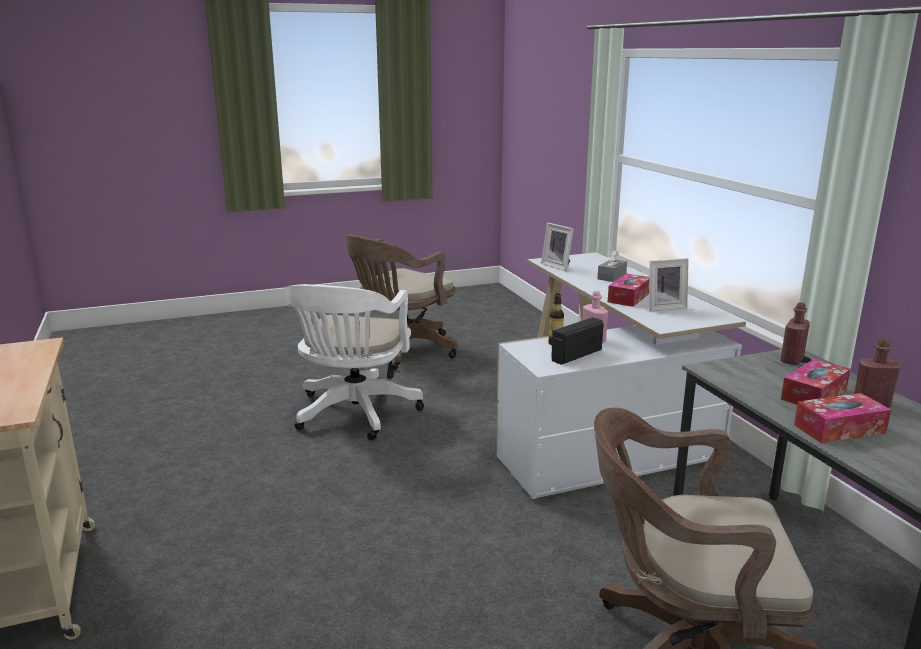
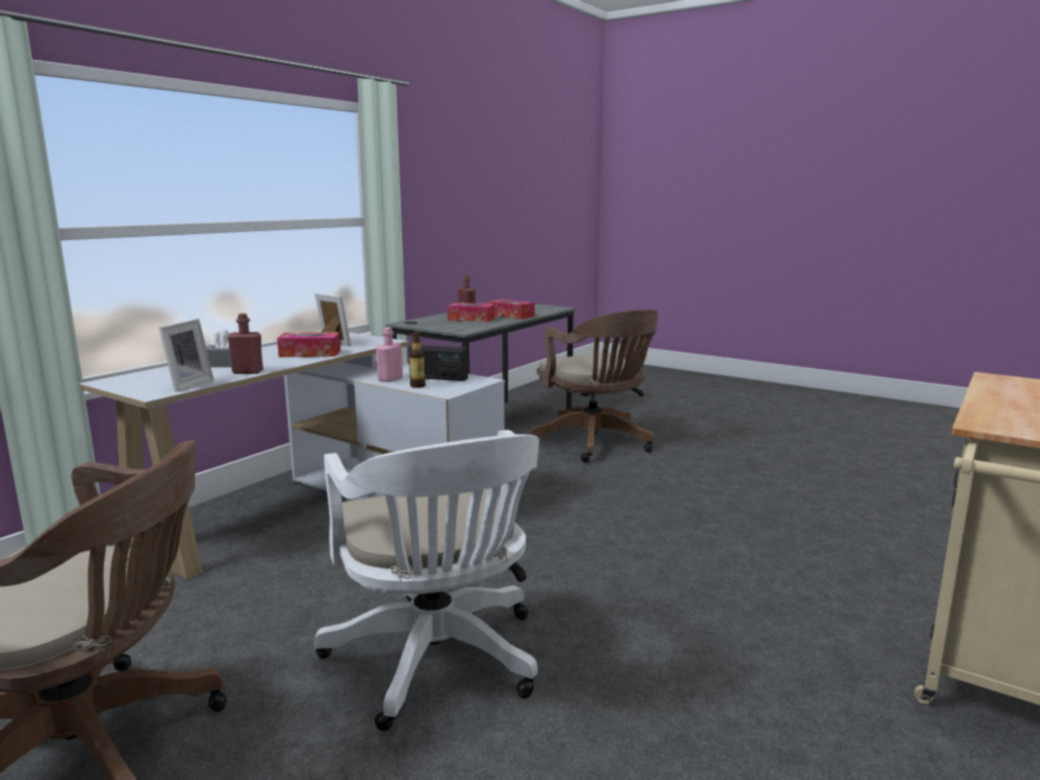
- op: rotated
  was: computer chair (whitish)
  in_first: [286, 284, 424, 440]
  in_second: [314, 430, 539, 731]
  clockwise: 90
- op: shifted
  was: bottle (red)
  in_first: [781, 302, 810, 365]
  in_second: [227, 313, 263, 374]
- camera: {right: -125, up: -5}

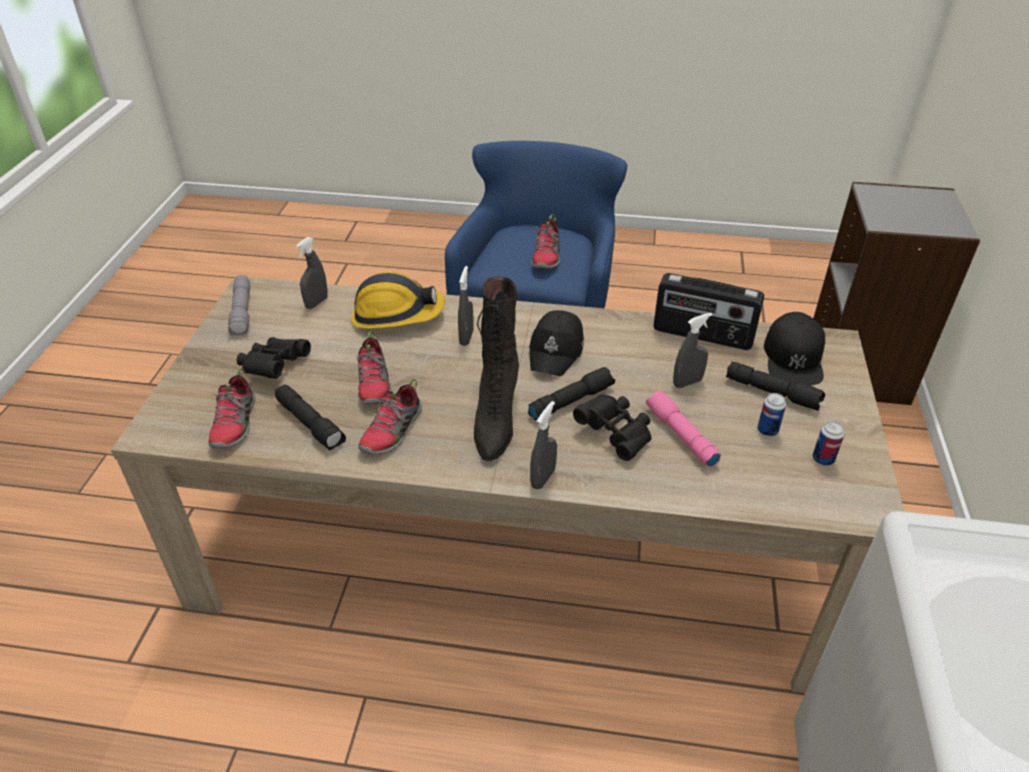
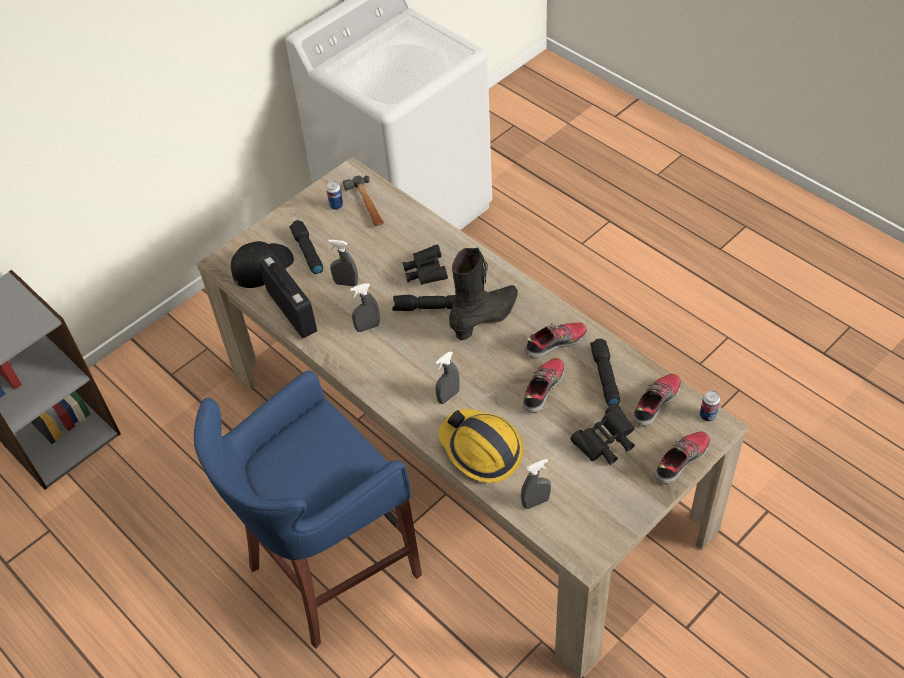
- op: gone
  was: torch (gray)
  in_first: [228, 275, 250, 335]
- op: gone
  was: baseball cap (black)
  in_first: [529, 310, 584, 376]
- op: shifted
  was: hand sprayer (gray)
  in_first: [530, 401, 557, 489]
  in_second: [350, 283, 380, 332]
- op: shifted
  was: item of footwear
  in_first: [531, 214, 560, 269]
  in_second: [654, 432, 710, 484]
- op: gone
  was: torch (pink-coloured)
  in_first: [646, 391, 721, 467]
- op: shifted
  was: sealed can
  in_first: [757, 393, 786, 436]
  in_second: [700, 390, 720, 422]
- op: new
  now: tool hammer
  in_second: [343, 176, 384, 226]
- camera: {right: -140, up: 10}

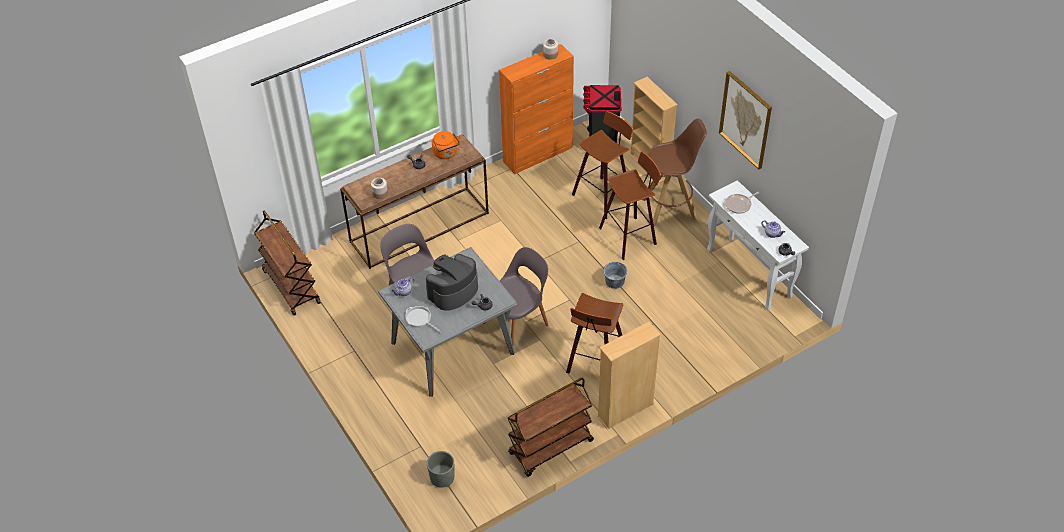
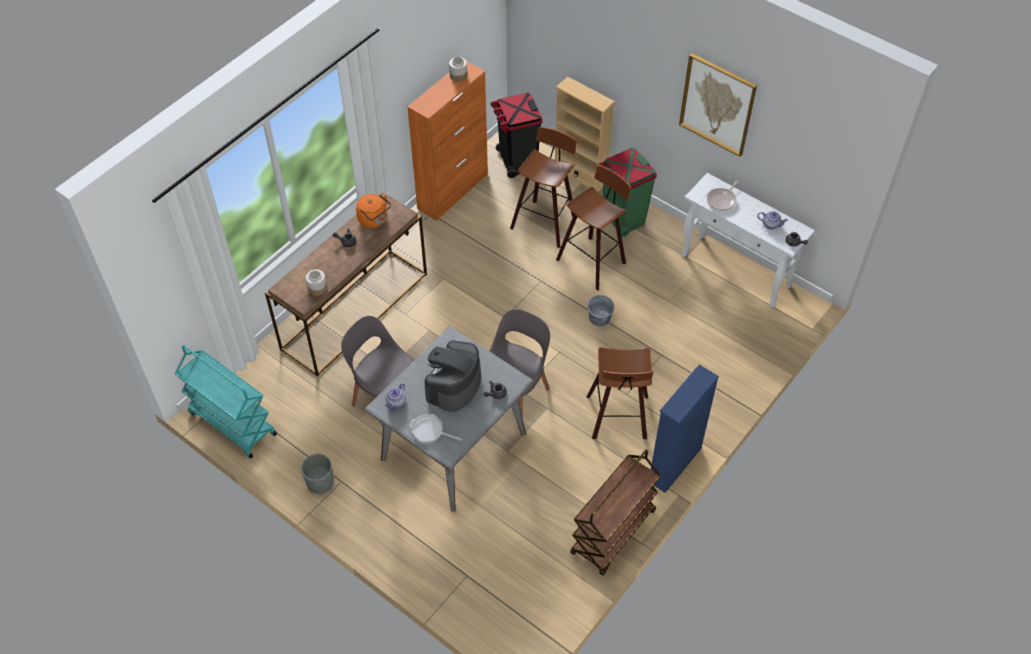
- op: repainted
  was: cart (brownish)
  now: cart (turquoise)
  in_first: [254, 210, 321, 316]
  in_second: [175, 345, 277, 459]
- op: shifted
  was: flower pot (gray)
  in_first: [427, 451, 454, 488]
  in_second: [301, 454, 334, 494]
- op: repainted
  was: bookcase (beige-coloured)
  now: bookcase (blue-coloured)
  in_first: [596, 322, 661, 430]
  in_second: [651, 364, 719, 493]
- op: swapped
  was: stool seat (brownish)
  now: waste bin (green-coloured)
  in_first: [642, 118, 707, 226]
  in_second: [599, 148, 657, 237]
- camera: {right: -20, up: 5}

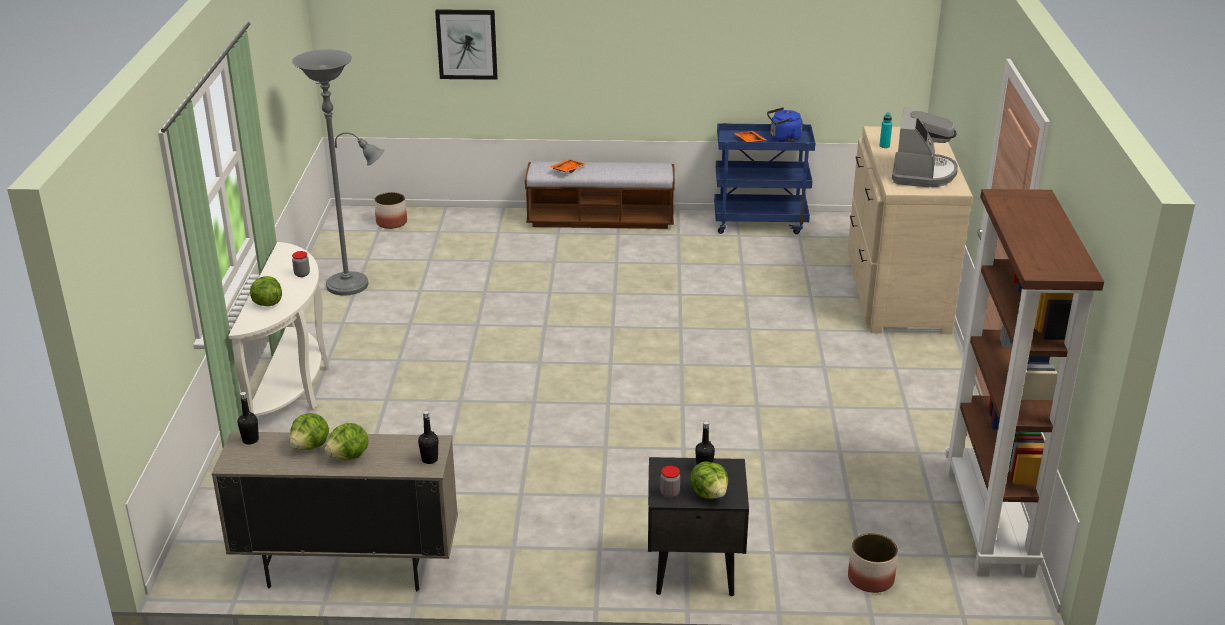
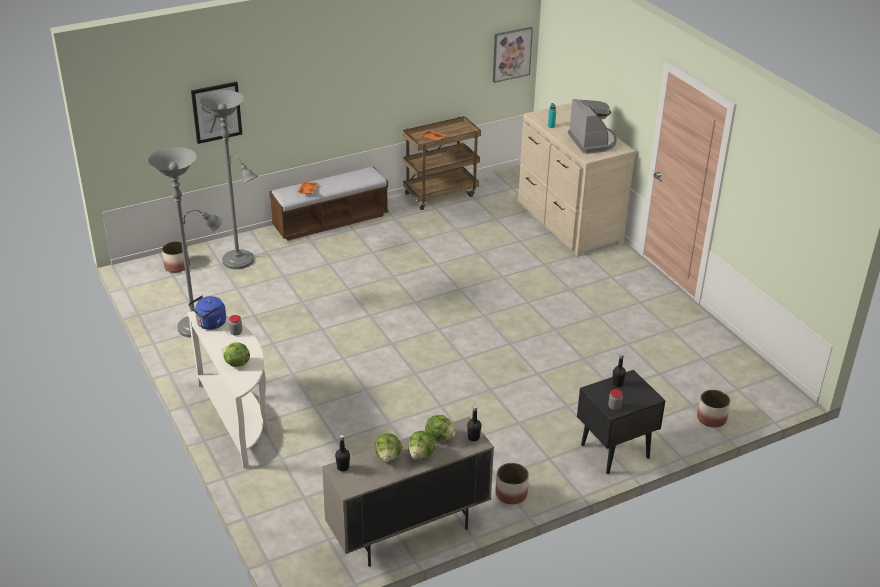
- op: shifted
  was: head of lettuce
  in_first: [690, 461, 729, 499]
  in_second: [425, 415, 455, 442]
- op: repainted
  was: cart (blue-coloured)
  now: cart (brownish)
  in_first: [714, 123, 815, 234]
  in_second: [403, 116, 481, 210]
- op: shifted
  was: kettle (blue-coloured)
  in_first: [767, 107, 803, 142]
  in_second: [188, 296, 226, 330]
- op: gone
  was: bookcase (brownish)
  in_first: [945, 189, 1104, 578]
- op: new
  now: standing lamp (gray)
  in_second: [199, 90, 258, 269]
- op: new
  now: picture
  in_second: [493, 27, 533, 83]
- op: new
  now: flower pot
  in_second: [495, 463, 529, 504]
- camera: {right: -30, up: 5}

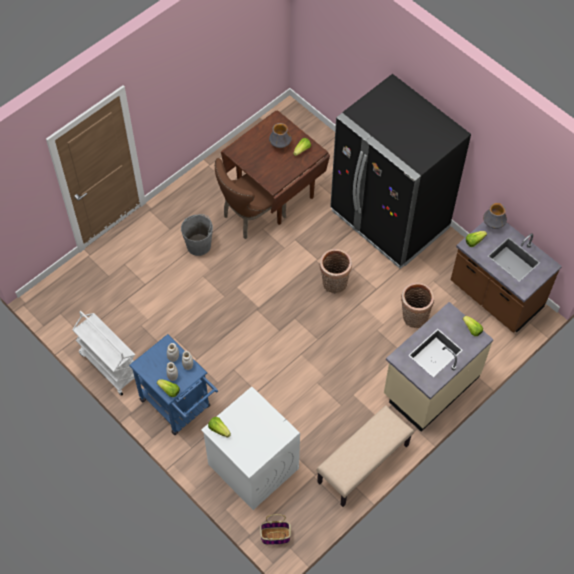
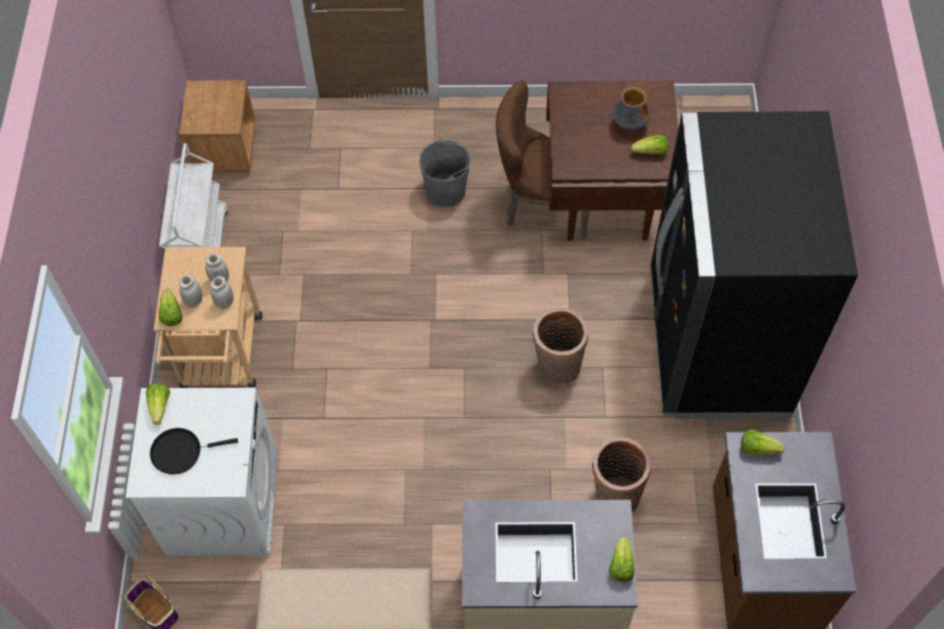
- op: repainted
  was: cart (blue-coloured)
  now: cart (beige-coloured)
  in_first: [129, 334, 218, 435]
  in_second: [153, 247, 262, 388]
- op: gone
  was: vase
  in_first: [483, 203, 507, 229]
- op: new
  now: frying pan (black)
  in_second: [150, 428, 238, 475]
- op: new
  now: bedside table (brownish)
  in_second: [179, 80, 256, 173]
- camera: {right: 45, up: 0}

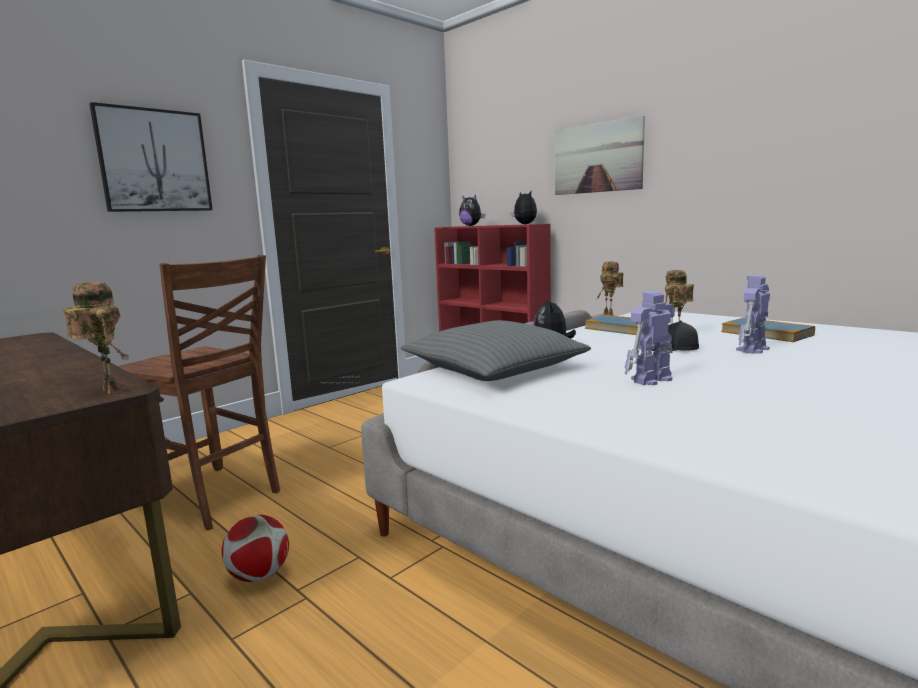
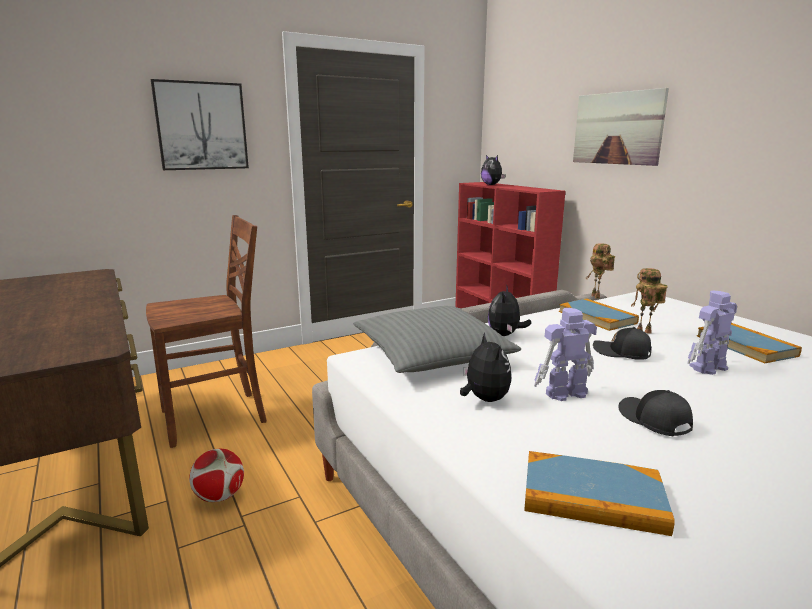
- op: gone
  was: robot figure
  in_first: [63, 282, 129, 394]
- op: rotated
  was: plain chair (brownish)
  in_first: [118, 255, 280, 531]
  in_second: [146, 215, 267, 448]
  clockwise: -75
- op: shifted
  was: cuddly toy
  in_first: [511, 191, 537, 224]
  in_second: [460, 333, 511, 402]
- op: new
  now: book
  in_second: [524, 451, 675, 536]
- op: new
  now: baseball cap (black)
  in_second: [618, 390, 693, 436]
- camera: {right: 15, up: 5}

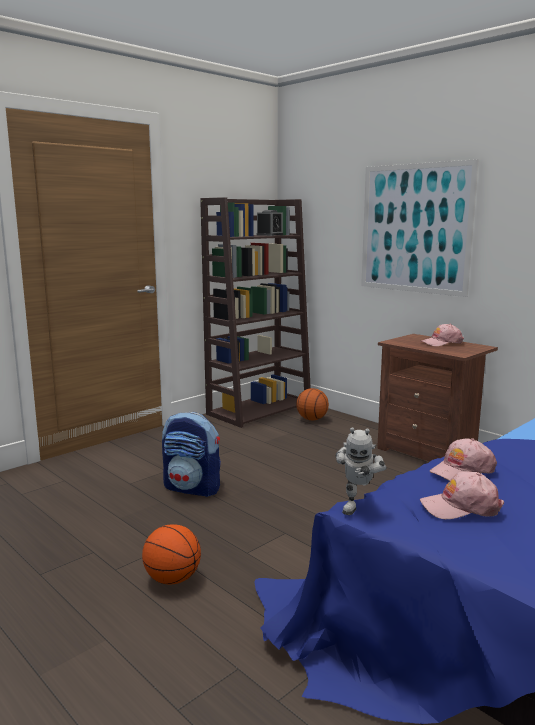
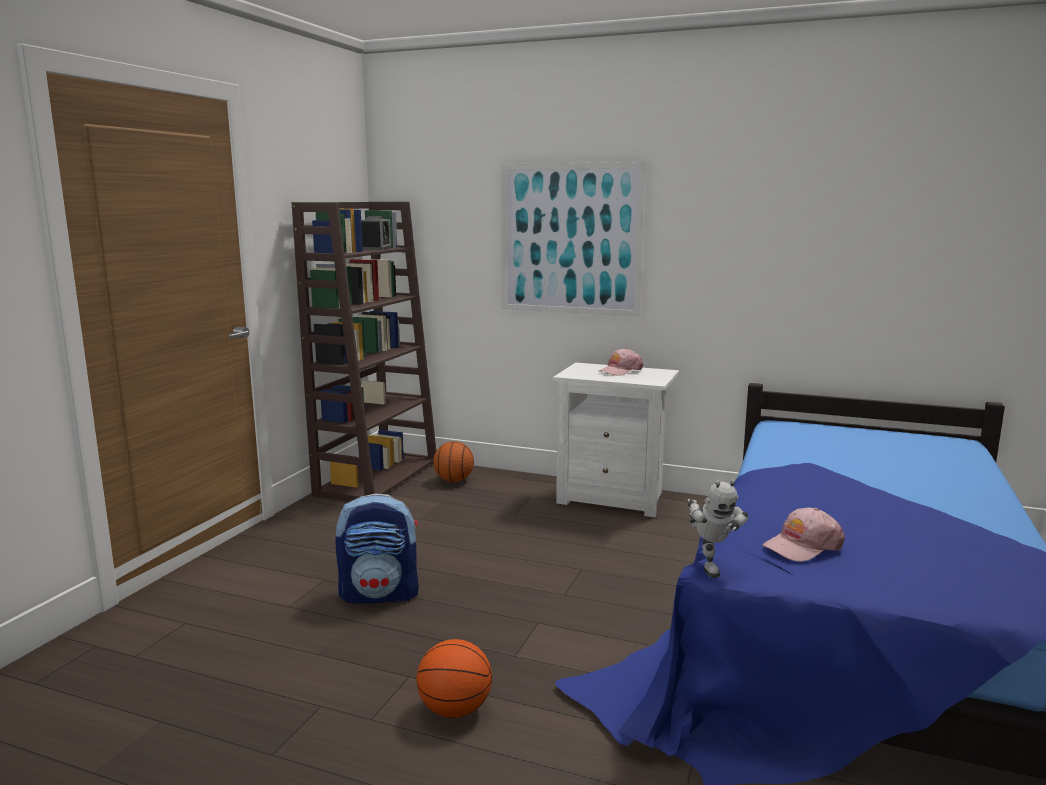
- op: repainted
  was: bedside table (brownish)
  now: bedside table (whitish)
  in_first: [377, 334, 498, 462]
  in_second: [553, 363, 679, 518]
- op: gone
  was: baseball cap (pink-coloured)
  in_first: [430, 438, 497, 481]
- camera: {right: -25, up: 0}

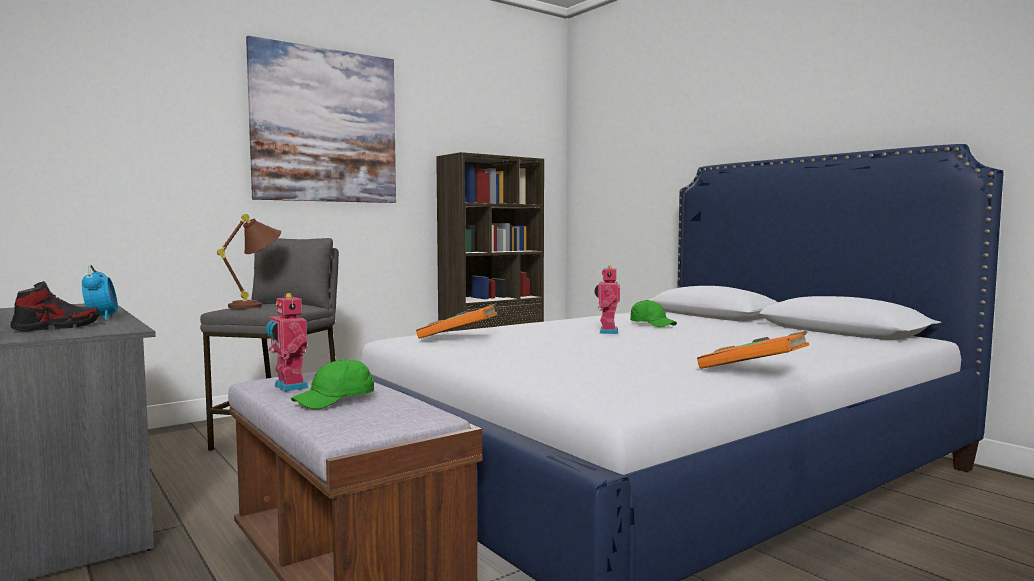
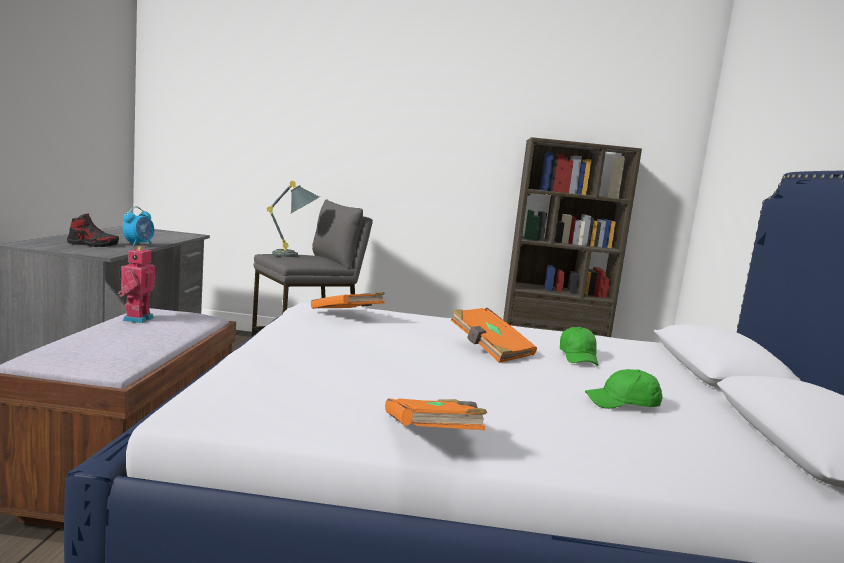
- op: repainted
  was: lamp for a table (brownish)
  now: lamp for a table (gray)
  in_first: [217, 214, 281, 309]
  in_second: [267, 181, 319, 257]
- op: gone
  was: picture
  in_first: [246, 36, 396, 203]
- op: shifted
  was: baseball cap (green-coloured)
  in_first: [291, 359, 374, 410]
  in_second: [585, 369, 663, 409]
- op: swapped
  was: robot figure
  now: book (orangey)
  in_first: [595, 265, 620, 334]
  in_second: [451, 308, 537, 363]
- camera: {right: 40, up: 5}

